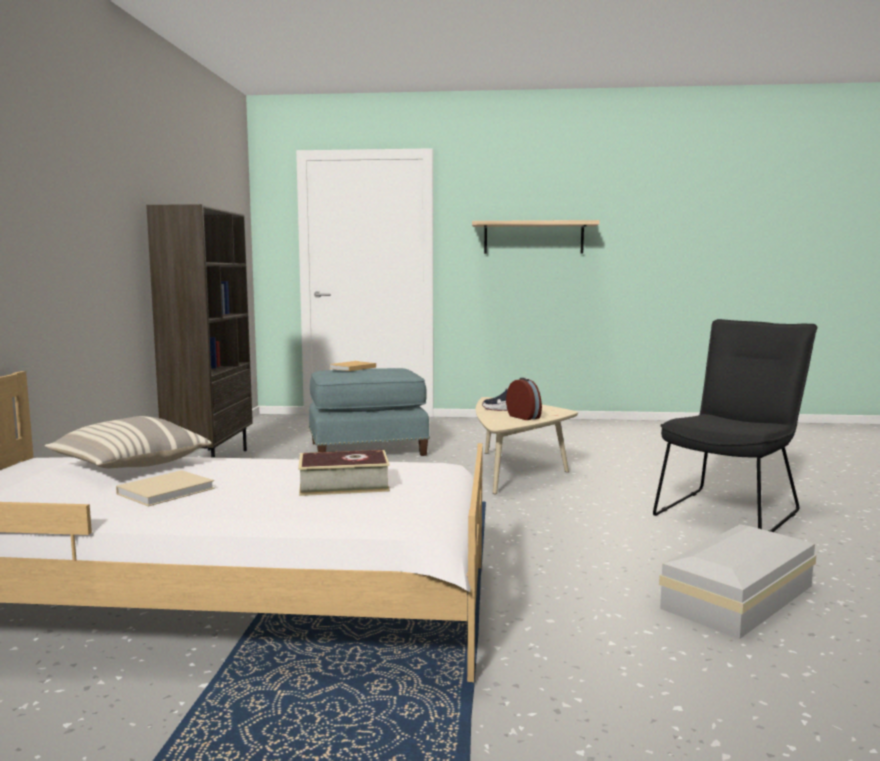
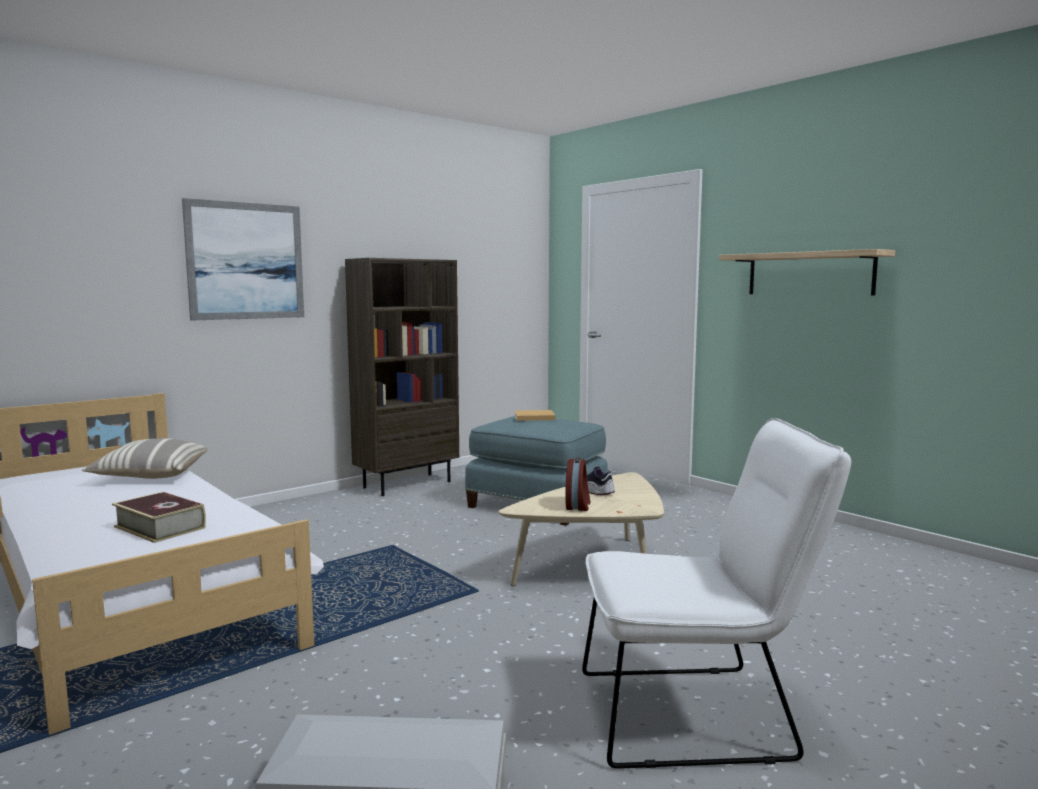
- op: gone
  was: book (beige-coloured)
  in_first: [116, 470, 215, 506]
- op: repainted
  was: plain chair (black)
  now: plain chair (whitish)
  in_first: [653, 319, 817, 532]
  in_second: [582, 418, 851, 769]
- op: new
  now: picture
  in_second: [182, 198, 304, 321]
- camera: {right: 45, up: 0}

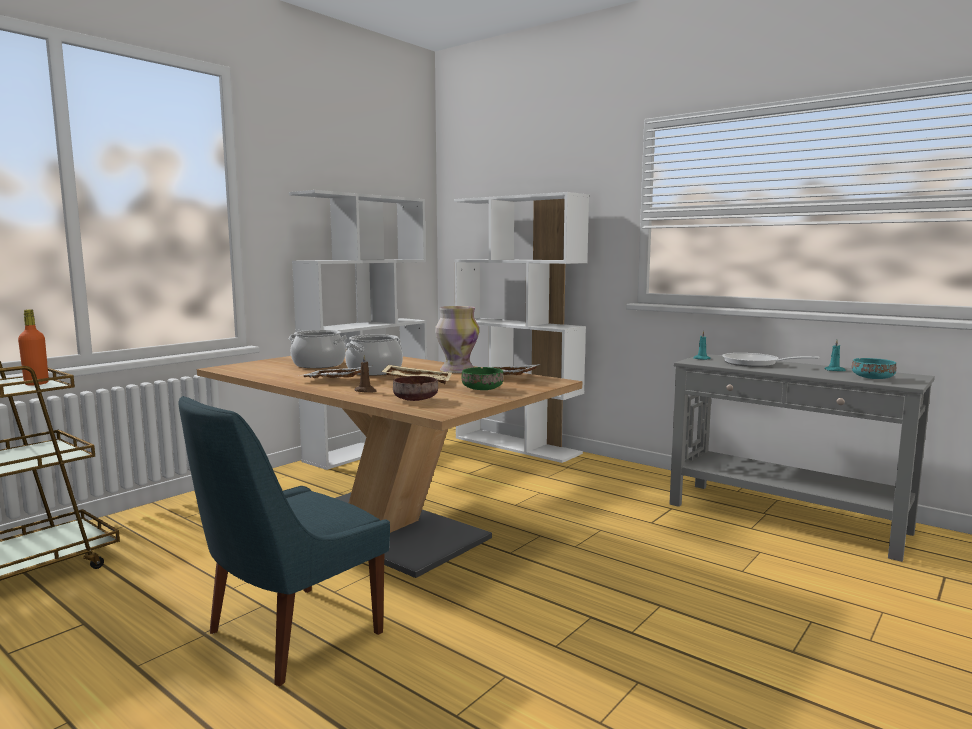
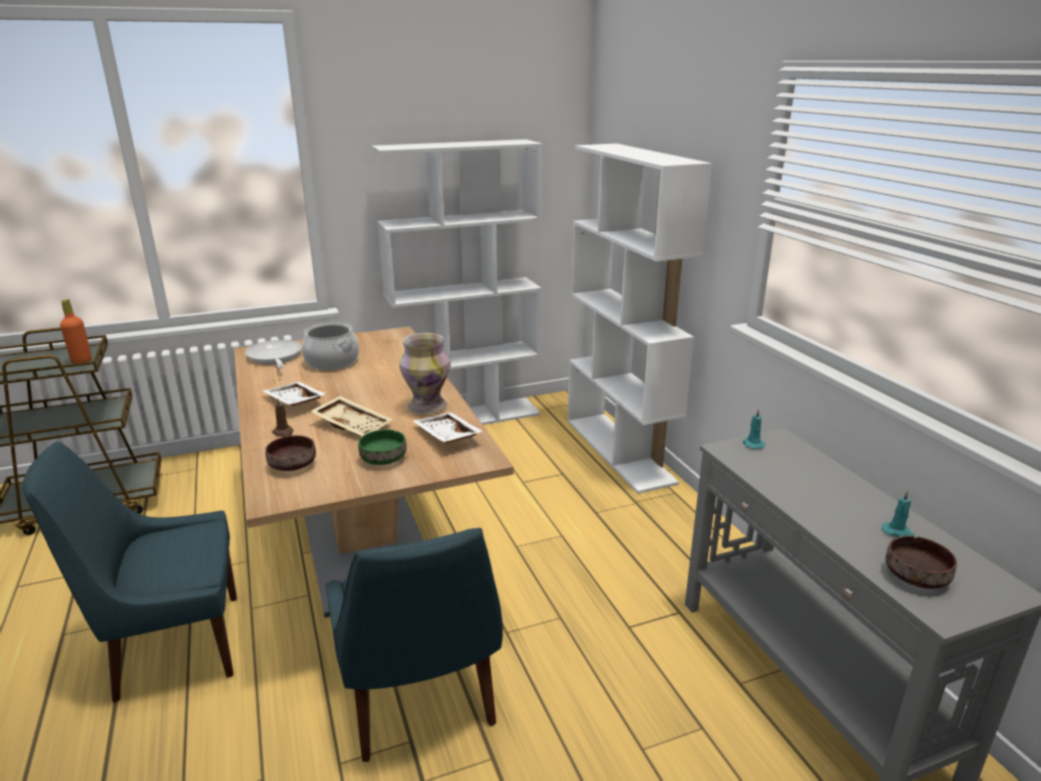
- op: gone
  was: stockpot
  in_first: [345, 334, 403, 376]
- op: shifted
  was: frying pan
  in_first: [722, 353, 819, 367]
  in_second: [245, 340, 302, 368]
- op: repainted
  was: deep dish (turquoise)
  now: deep dish (brownish)
  in_first: [852, 358, 896, 379]
  in_second: [886, 536, 957, 589]
- op: new
  now: plain chair (blue-coloured)
  in_second: [325, 528, 503, 762]
- camera: {right: 30, up: 15}

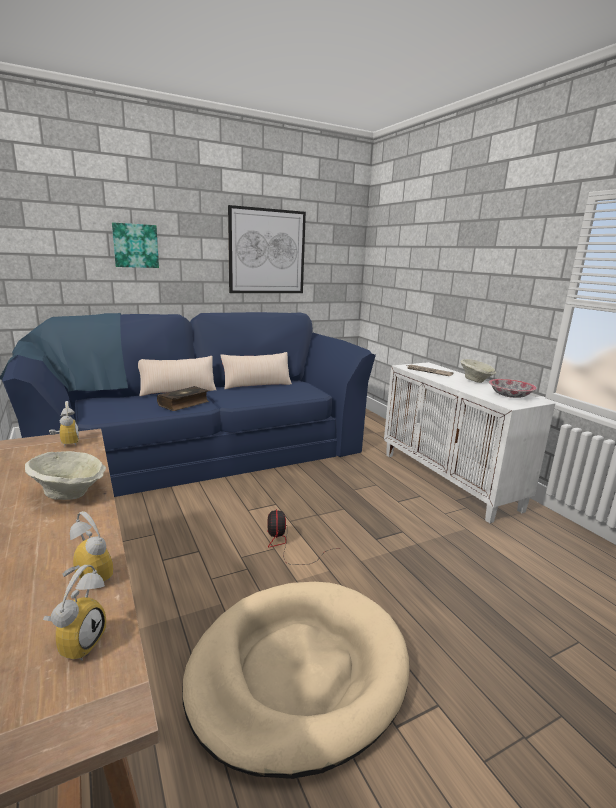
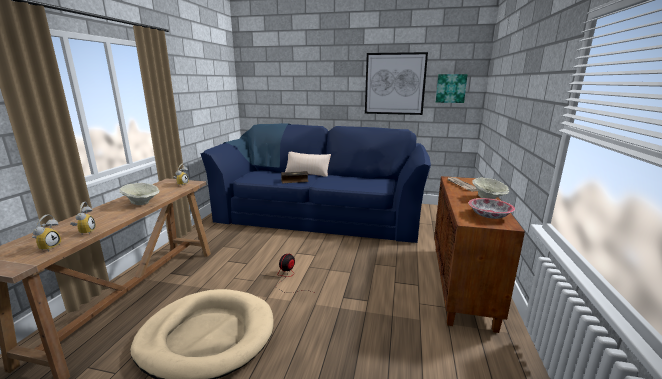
- op: rotated
  was: table clock
  in_first: [43, 565, 106, 661]
  in_second: [32, 215, 61, 251]
  clockwise: -45
- op: shifted
  was: picture
  in_first: [112, 222, 159, 268]
  in_second: [436, 74, 468, 103]
- op: gone
  was: cushion (beige-coloured)
  in_first: [220, 352, 292, 389]
- op: repainted
  was: cabinet (whitish)
  now: cabinet (brownish)
  in_first: [384, 362, 555, 523]
  in_second: [434, 176, 525, 333]
- camera: {right: 40, up: 0}

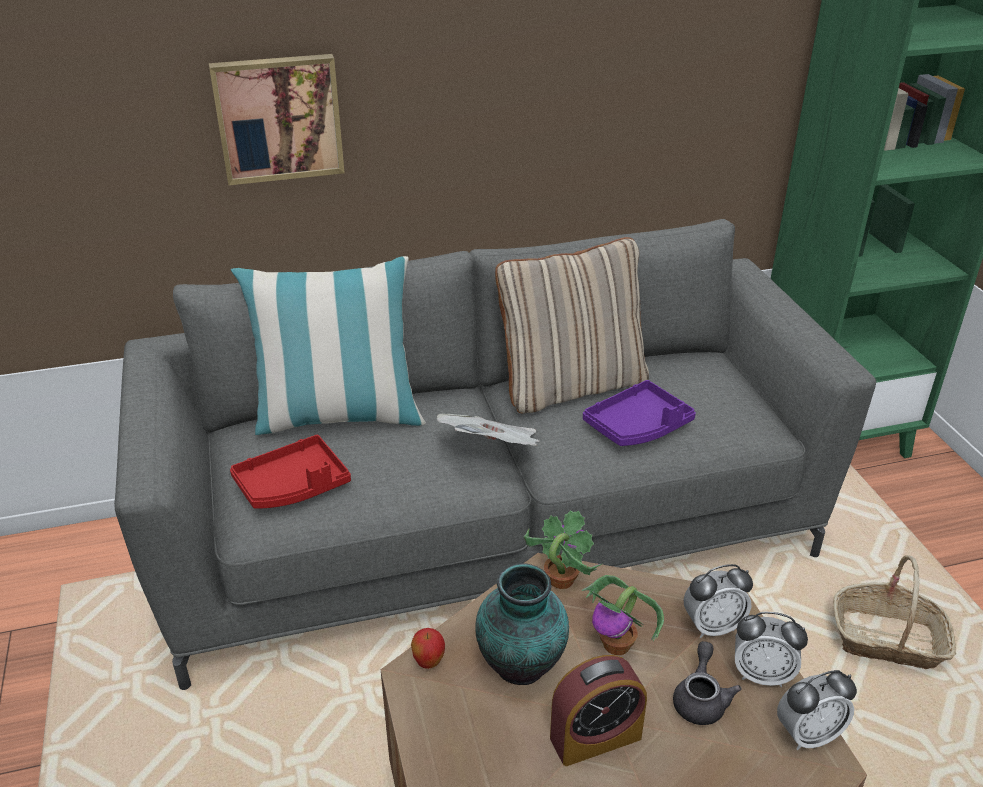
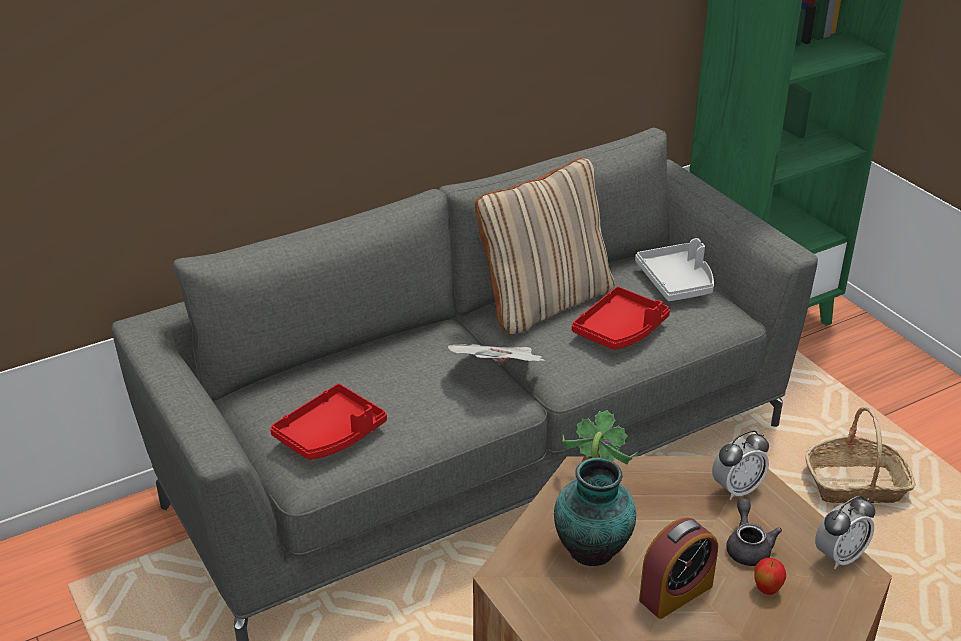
- op: gone
  was: picture
  in_first: [209, 54, 345, 185]
- op: gone
  was: cushion
  in_first: [231, 256, 426, 435]
- op: shifted
  was: apple fruit
  in_first: [411, 628, 445, 669]
  in_second: [754, 558, 786, 595]
- op: gone
  was: potted plant
  in_first: [581, 575, 664, 655]
- op: repainted
  was: serving tray (purplish)
  now: serving tray (red)
  in_first: [583, 380, 696, 446]
  in_second: [572, 287, 670, 350]
- op: gone
  was: table clock
  in_first: [735, 612, 808, 687]
- op: new
  now: serving tray (gray)
  in_second: [635, 238, 714, 301]
- camera: {right: -15, up: 0}

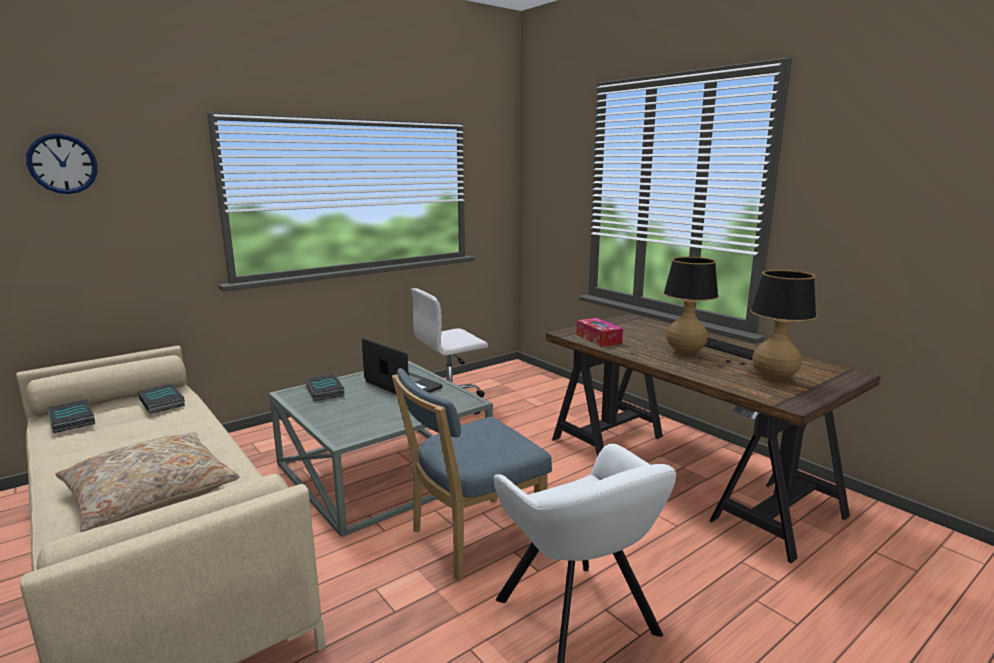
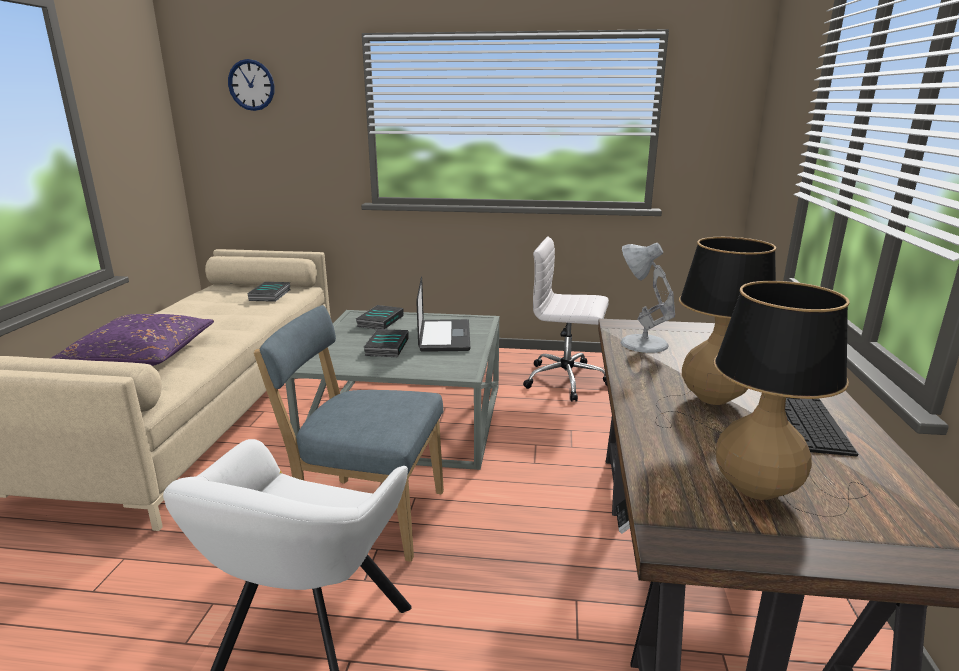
- op: shifted
  was: book
  in_first: [48, 400, 95, 433]
  in_second: [364, 329, 409, 357]
- op: repainted
  was: cushion (beige-coloured)
  now: cushion (purplish)
  in_first: [55, 432, 239, 532]
  in_second: [52, 314, 214, 366]
- op: swapped
  was: tissue holder
  now: lamp for a table (whitish)
  in_first: [576, 318, 623, 347]
  in_second: [620, 243, 675, 353]
- camera: {right: 45, up: 5}

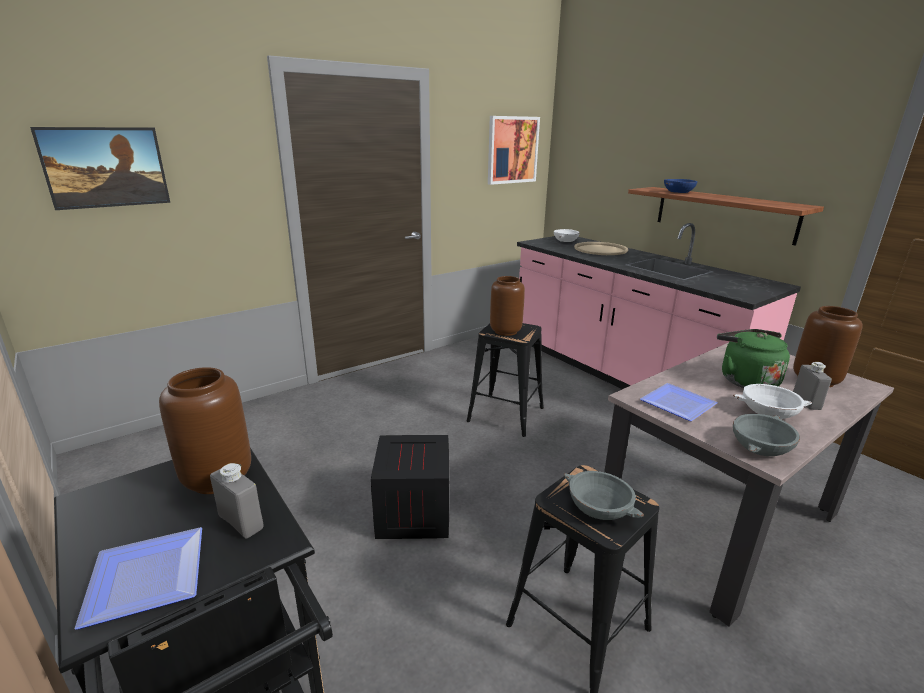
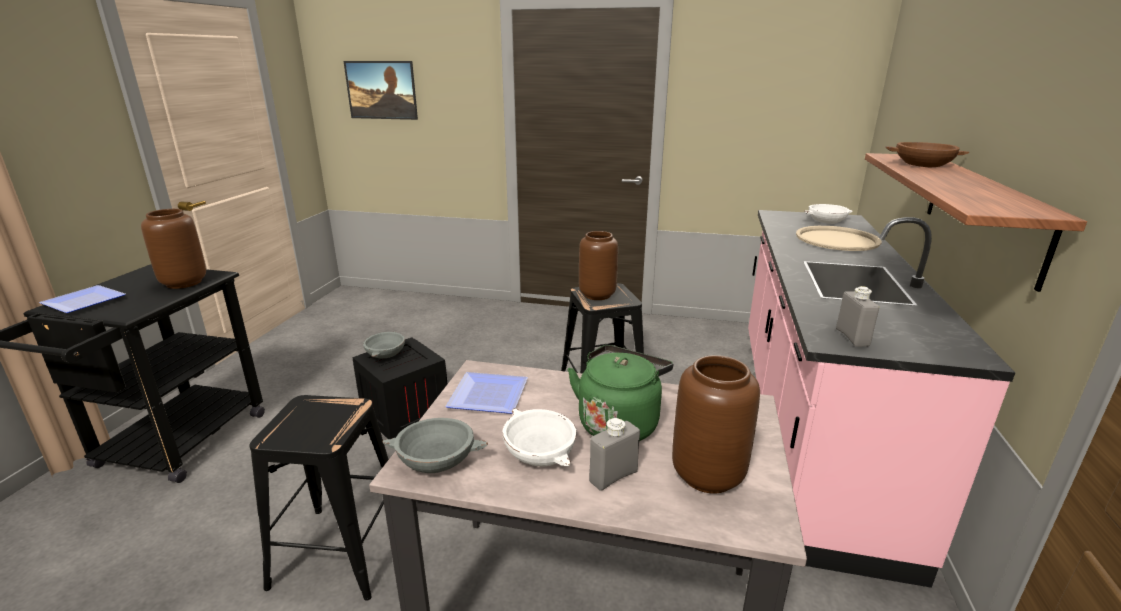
- op: shifted
  was: bottle (gray)
  in_first: [210, 463, 263, 538]
  in_second: [836, 286, 879, 347]
- op: gone
  was: picture
  in_first: [488, 116, 540, 185]
- op: shifted
  was: deep dish (gray)
  in_first: [564, 471, 644, 520]
  in_second: [363, 331, 405, 359]
- op: repainted
  was: deep dish (blue-coloured)
  now: deep dish (brownish)
  in_first: [664, 179, 697, 193]
  in_second: [886, 142, 969, 167]
- camera: {right: 50, up: 0}

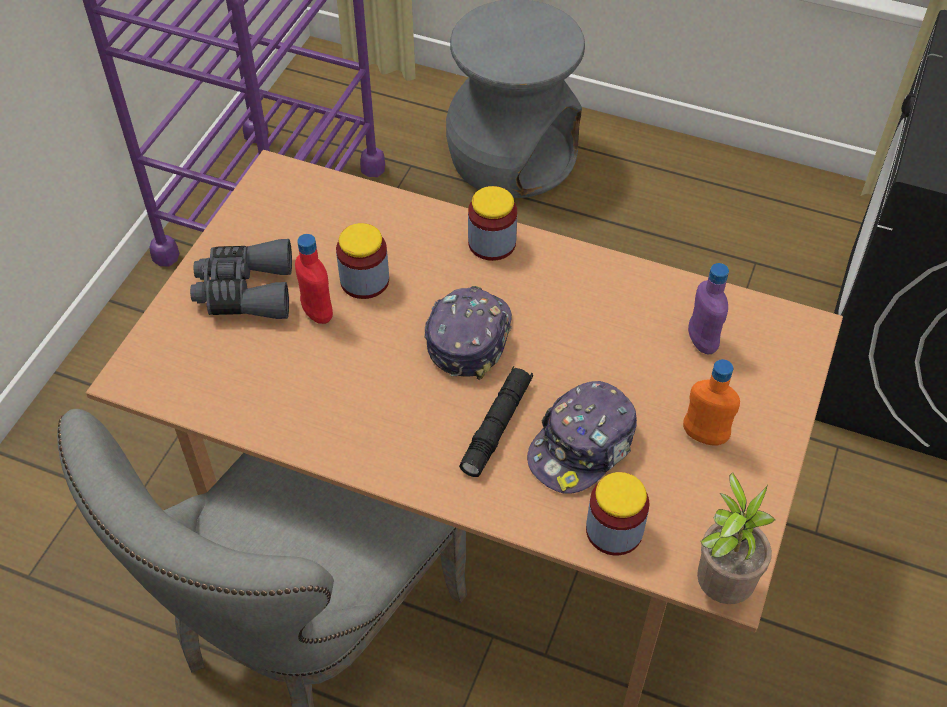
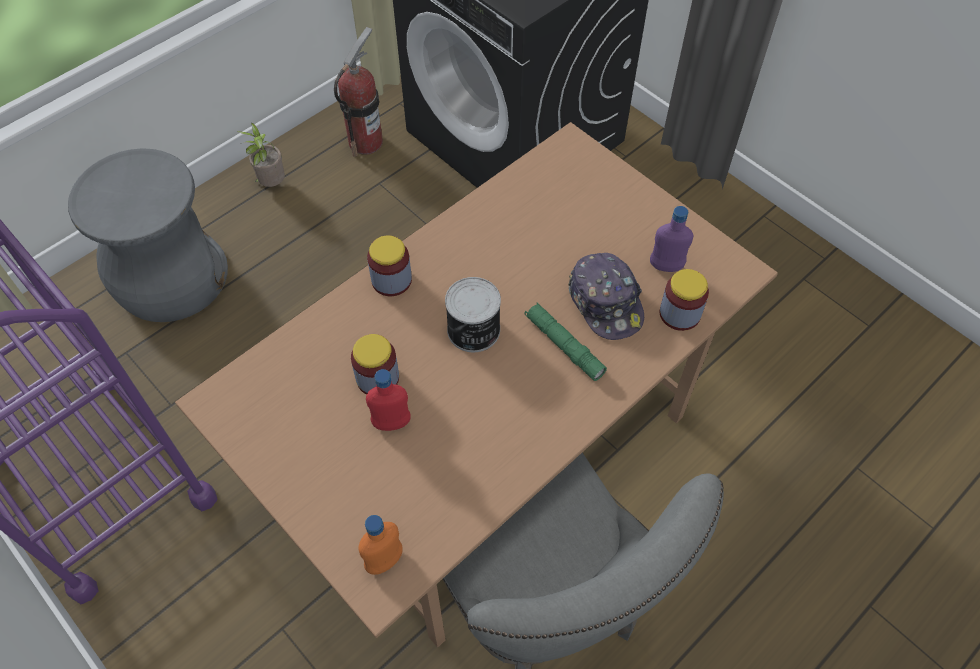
- op: gone
  was: field glasses (gray)
  in_first: [190, 239, 292, 319]
- op: swapped
  was: baseball cap
  now: sealed can
  in_first: [424, 286, 512, 380]
  in_second: [445, 277, 501, 352]
- op: repainted
  was: torch (black)
  now: torch (green-coloured)
  in_first: [459, 366, 533, 477]
  in_second: [524, 302, 607, 381]
- op: shifted
  was: bottle (orangey)
  in_first: [683, 359, 740, 446]
  in_second: [358, 515, 403, 575]
- op: shifted
  was: bottle (purplish)
  in_first: [688, 263, 729, 354]
  in_second: [650, 206, 693, 272]
- op: shifted
  was: potted plant
  in_first: [697, 472, 775, 604]
  in_second: [237, 123, 285, 187]
- op: new
  now: fire extinguisher
  in_second: [334, 27, 383, 157]
- camera: {right: -65, up: 5}

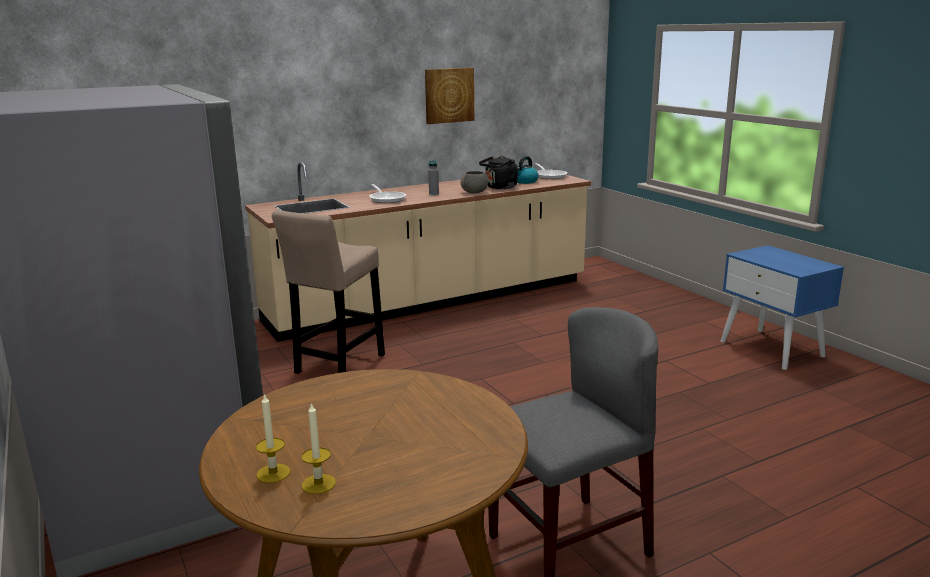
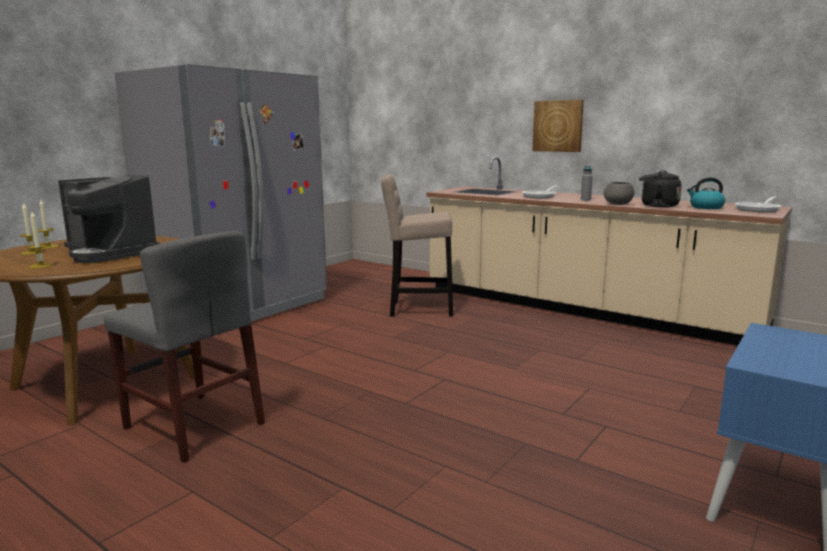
- op: shifted
  was: picture
  in_first: [425, 68, 474, 124]
  in_second: [533, 100, 584, 152]
- op: new
  now: candle
  in_second: [27, 212, 53, 269]
- op: new
  now: coffee brewer
  in_second: [58, 175, 160, 263]
- camera: {right: 65, up: -5}

